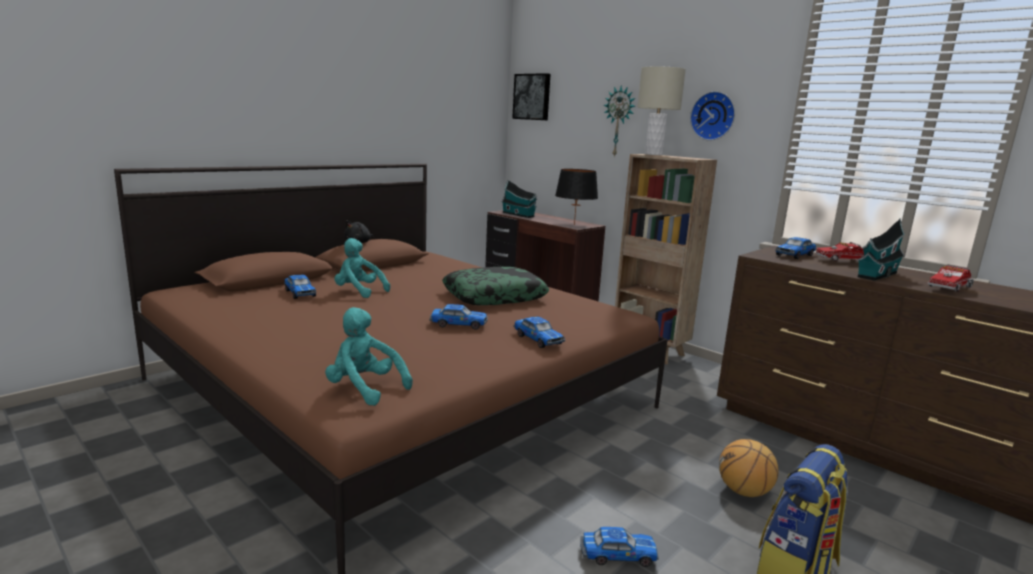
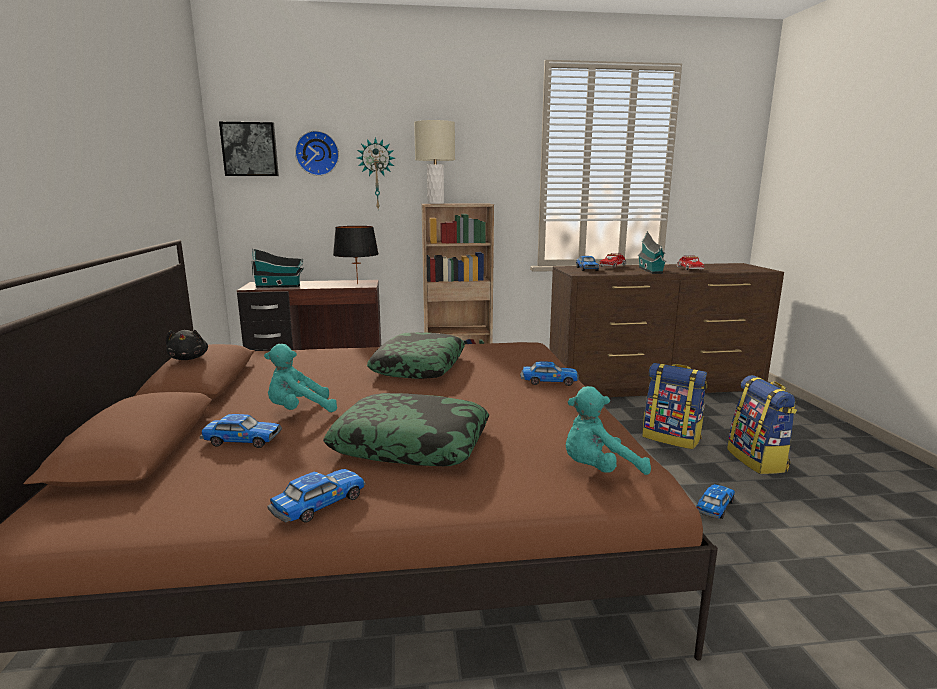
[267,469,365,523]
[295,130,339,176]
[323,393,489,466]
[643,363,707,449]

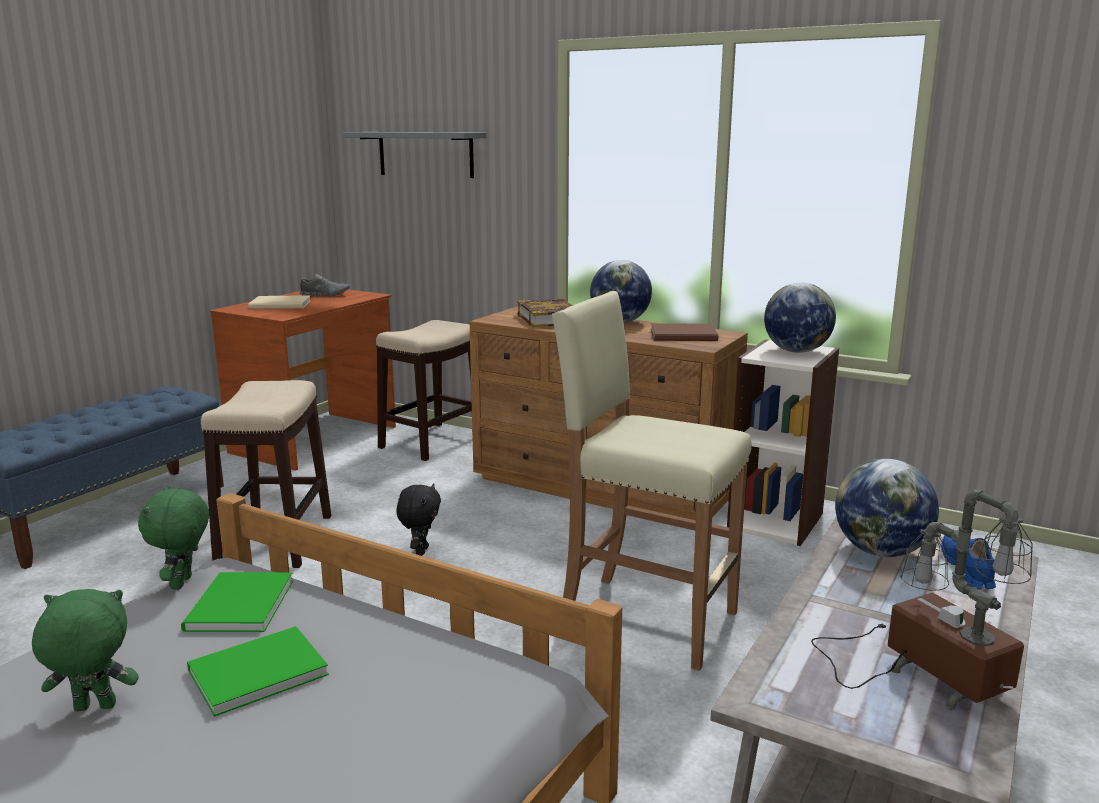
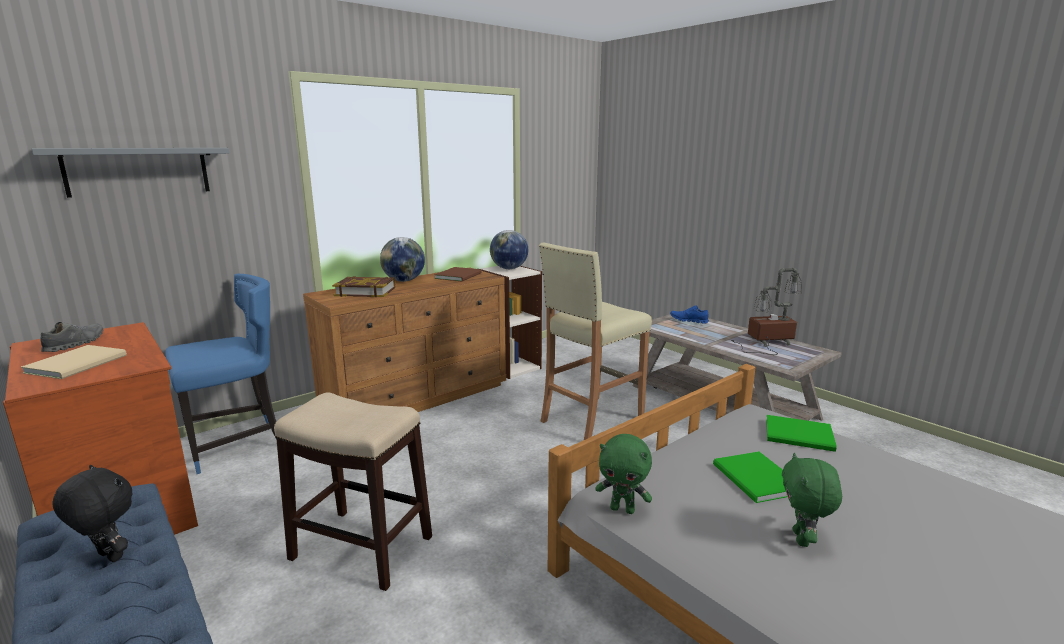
[52,465,132,562]
[165,274,277,474]
[766,415,837,452]
[835,459,939,557] (first image)

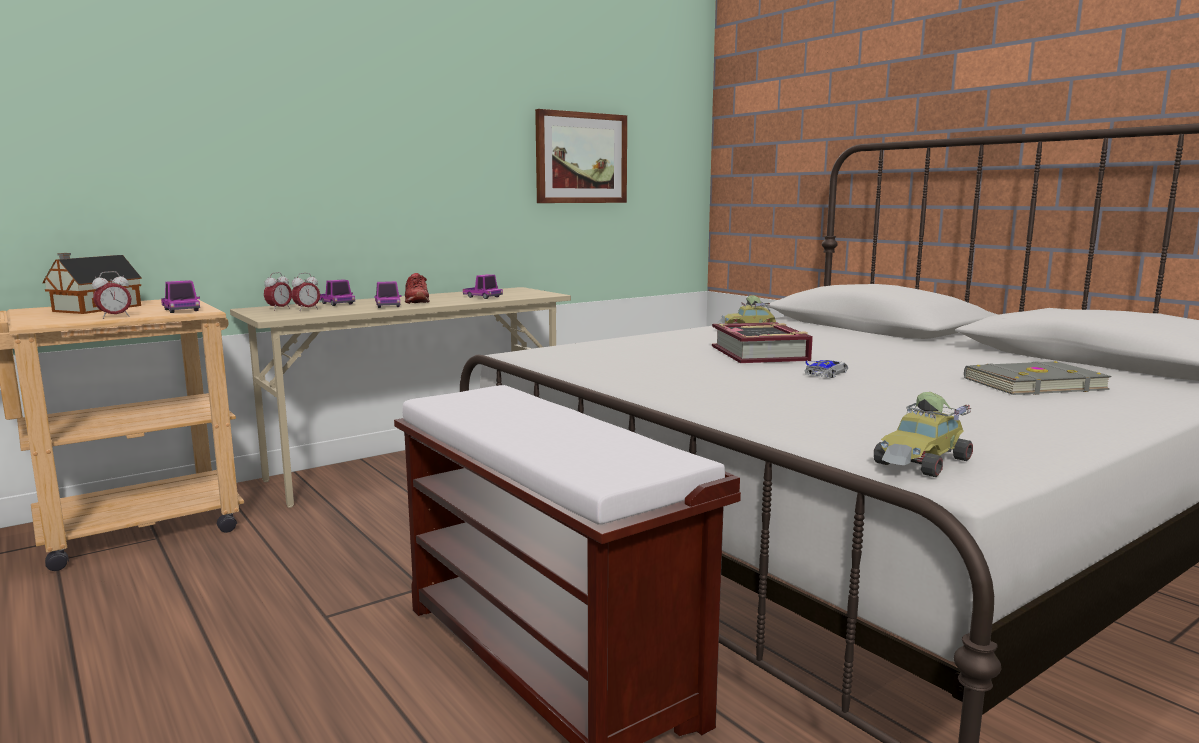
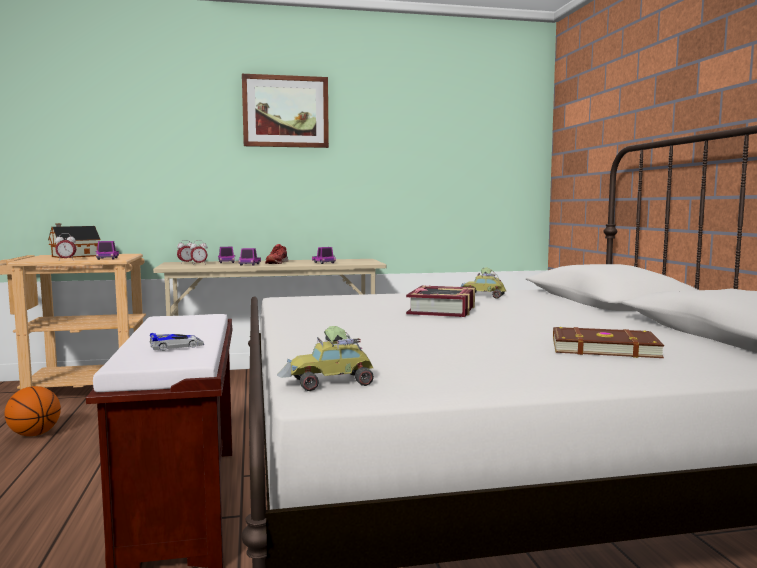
[4,386,61,436]
[150,333,204,351]
[242,74,329,148]
[553,327,664,358]

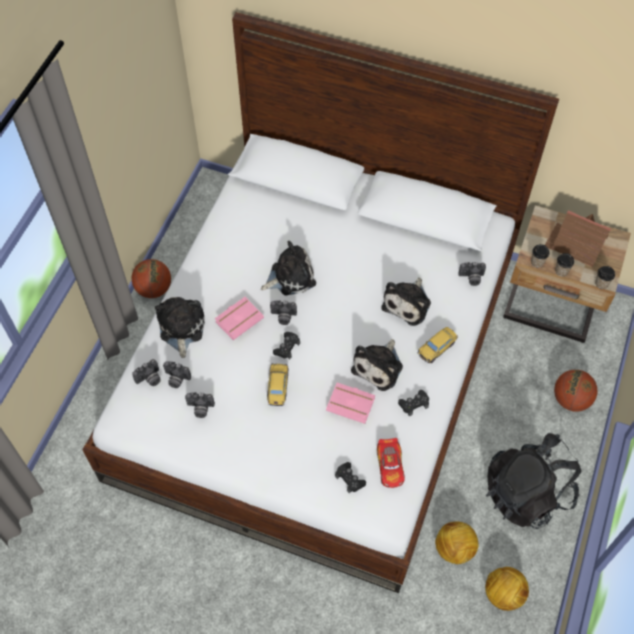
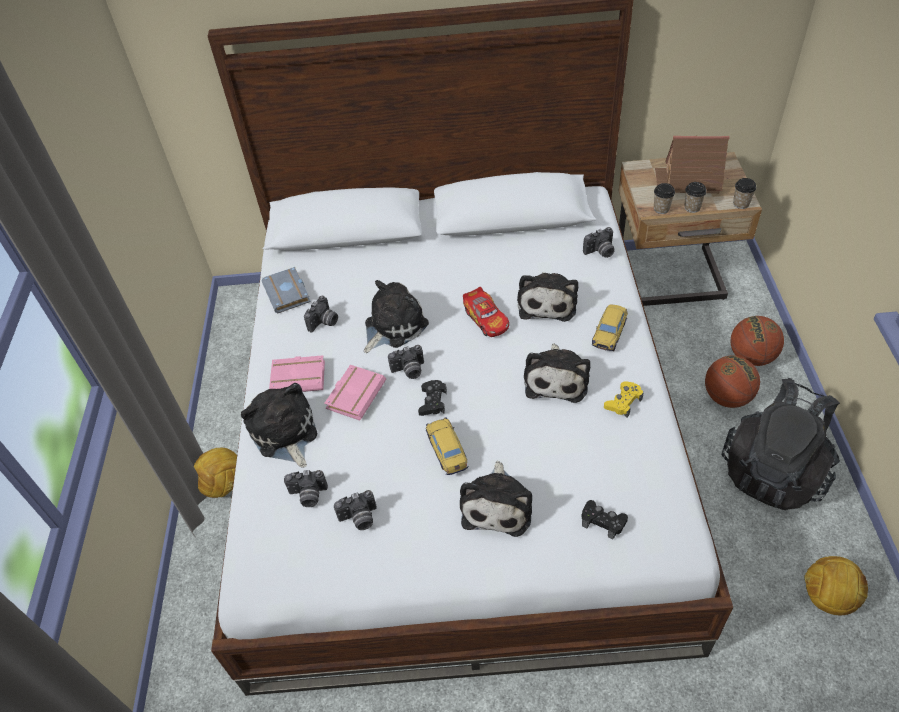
[194,448,237,498]
[261,267,311,313]
[269,355,325,392]
[304,296,338,332]
[460,461,532,537]
[463,287,509,337]
[604,381,643,418]
[705,356,760,408]

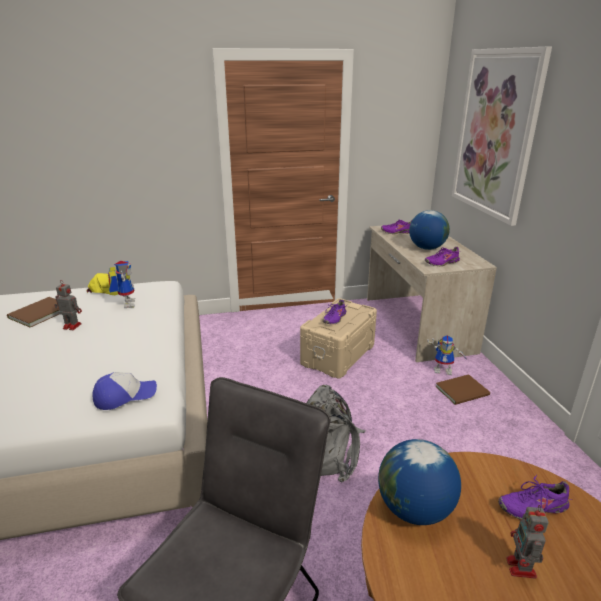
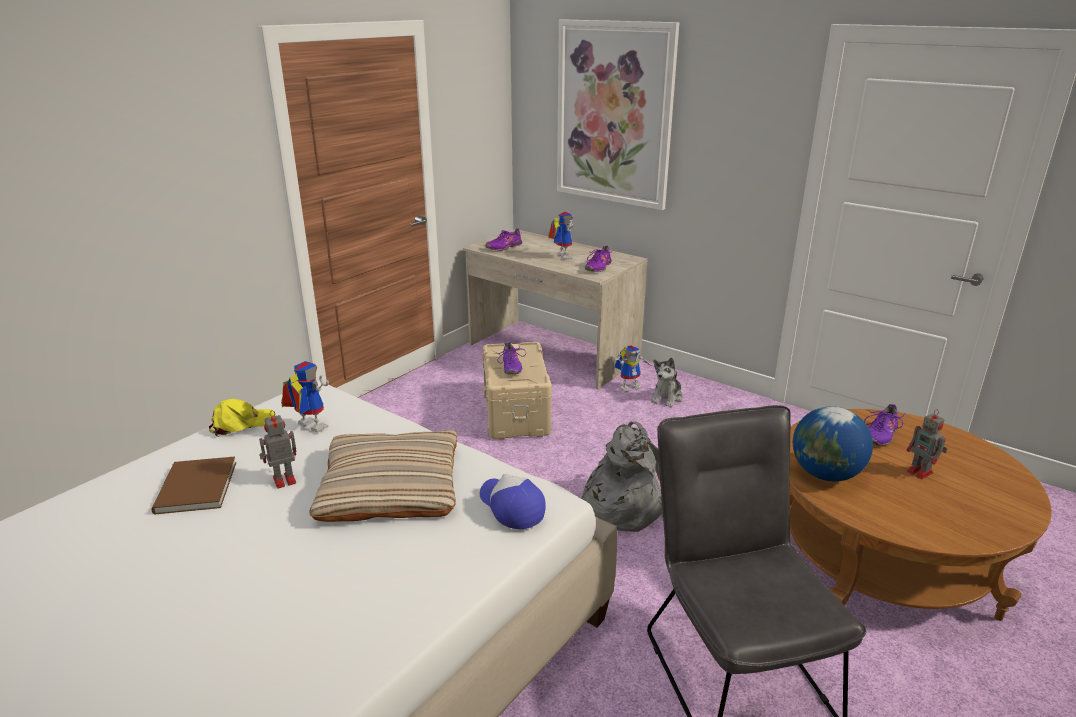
[309,430,457,522]
[480,474,546,529]
[548,212,573,260]
[651,357,683,407]

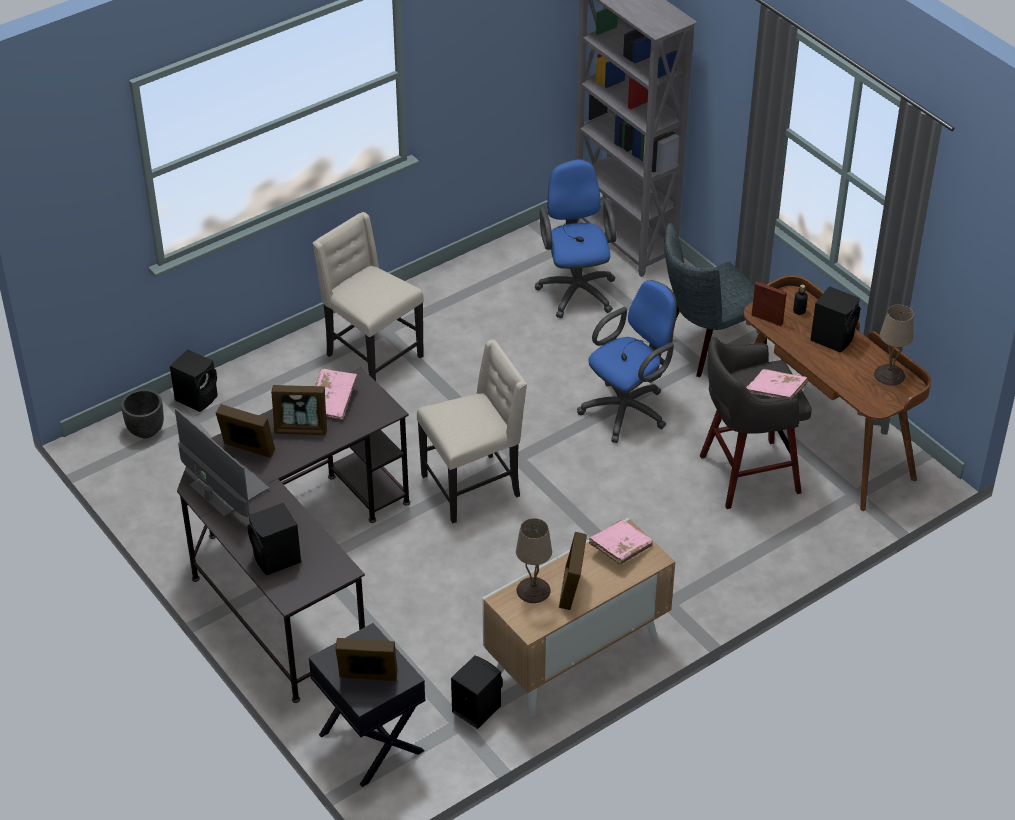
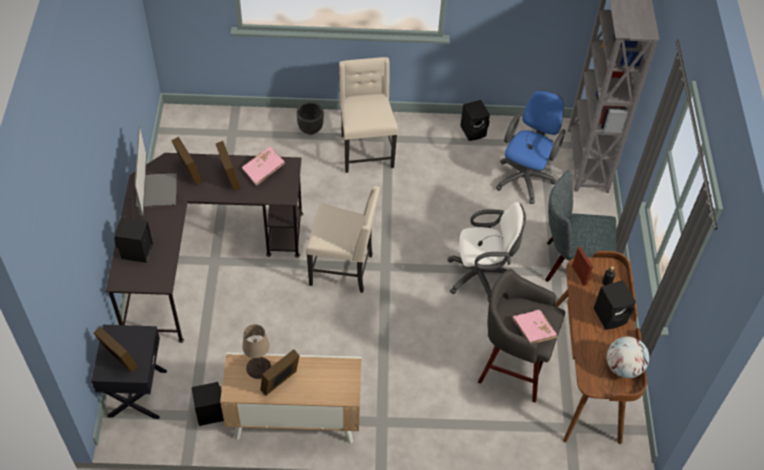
[216,141,241,191]
[297,102,324,135]
[447,202,526,302]
[460,100,490,141]
[607,336,649,378]
[589,520,653,565] (first image)

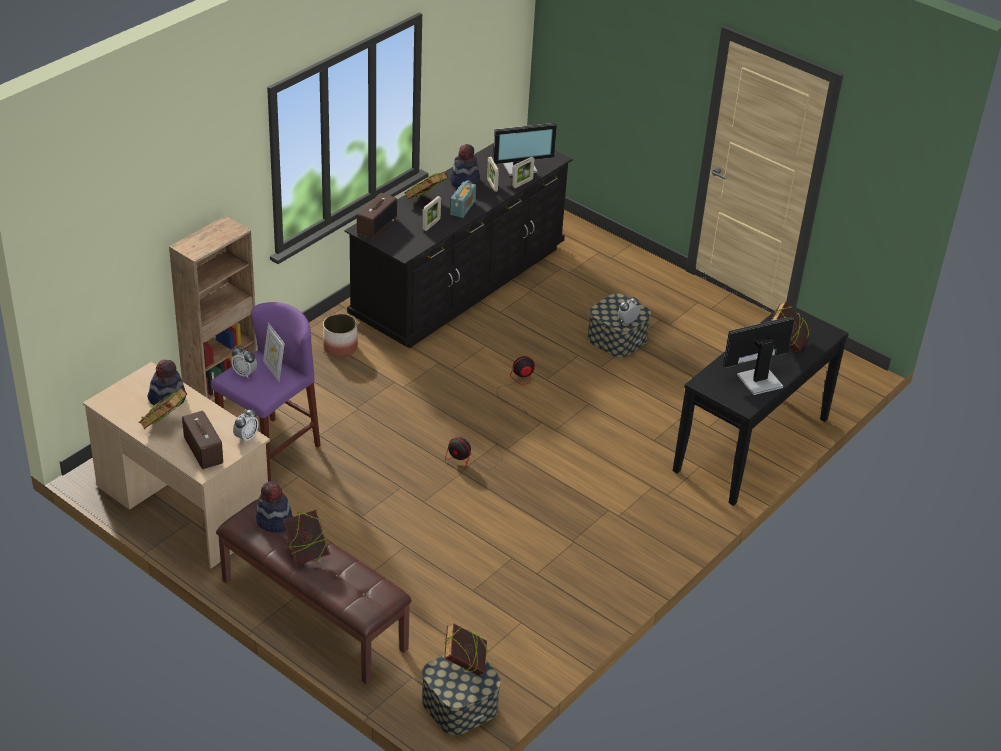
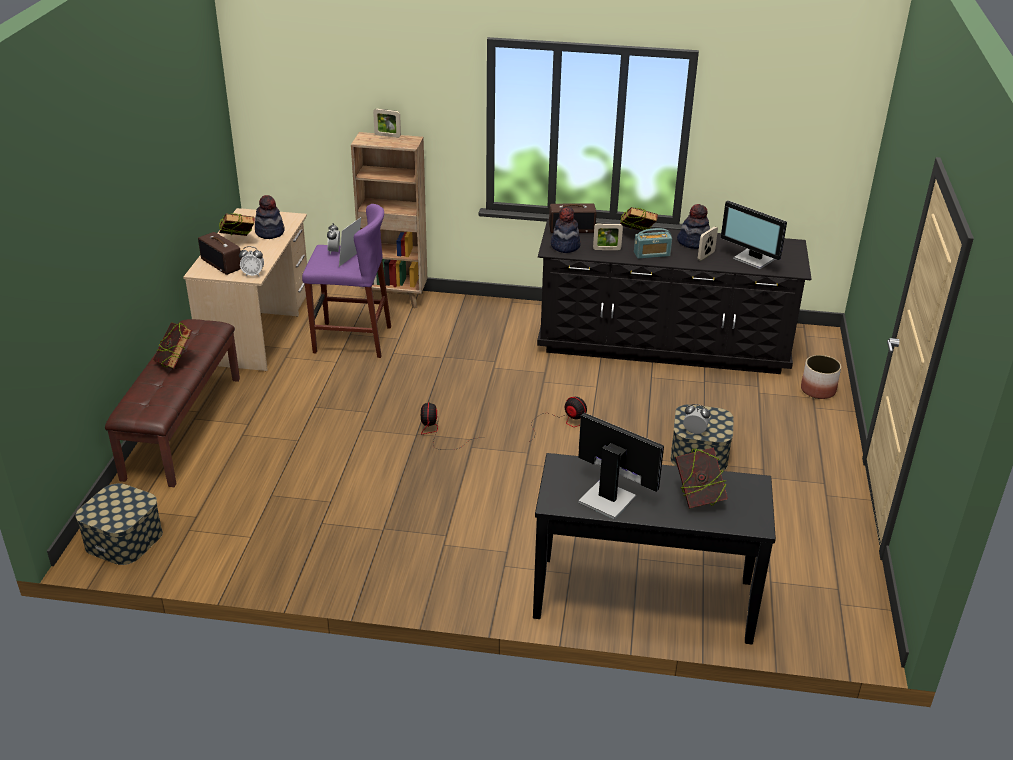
[198,232,242,275]
[373,109,401,138]
[551,207,581,253]
[801,355,841,399]
[444,623,487,675] (first image)

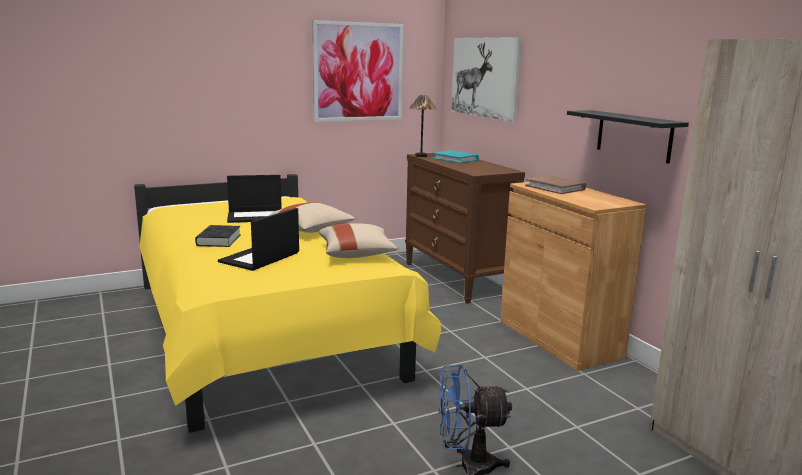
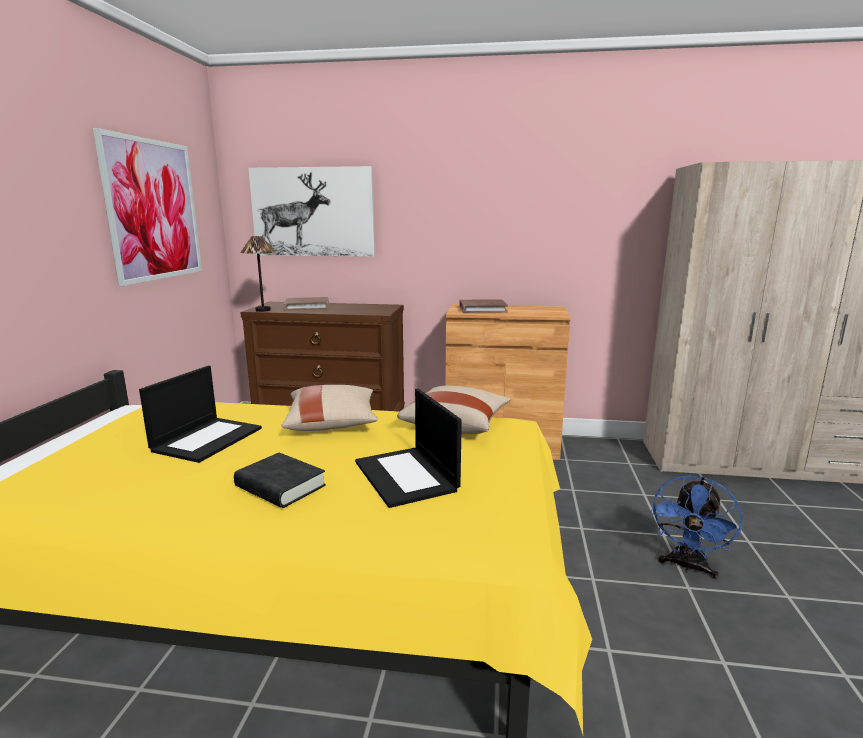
[284,297,329,310]
[567,110,689,164] (first image)

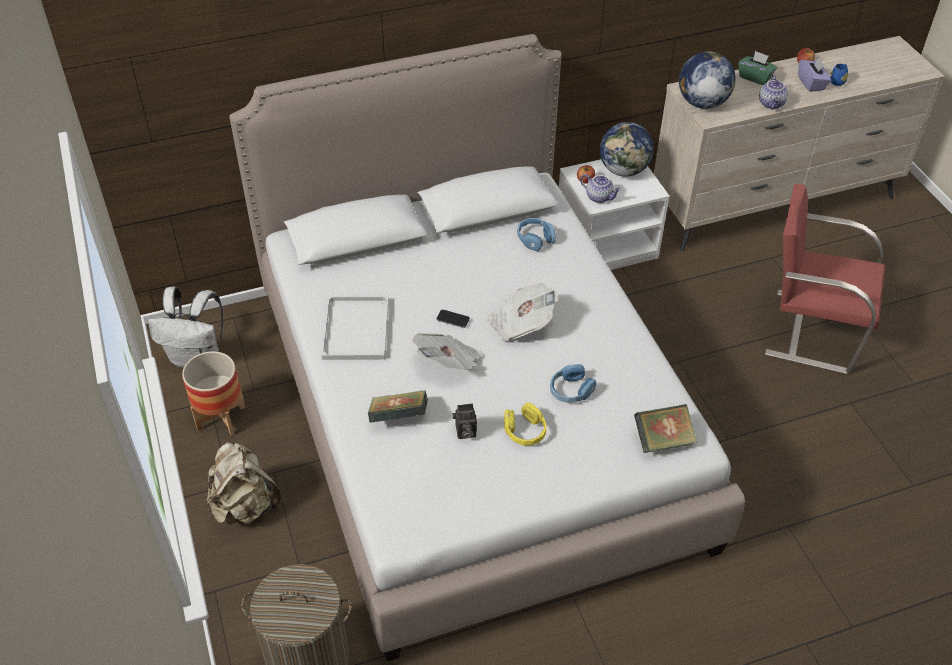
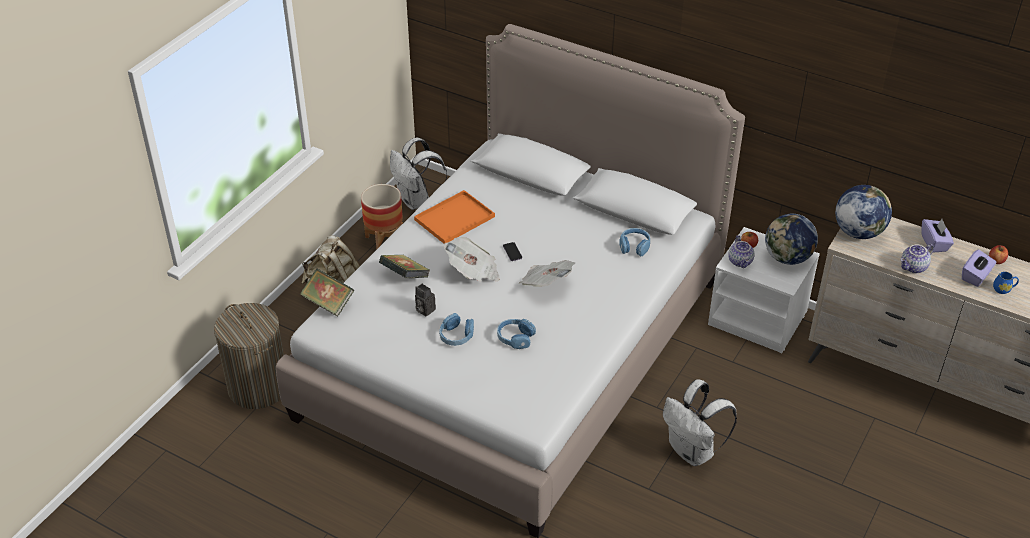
[300,269,354,317]
[414,190,495,244]
[439,313,474,346]
[663,379,737,466]
[921,219,954,253]
[765,184,886,374] (first image)

